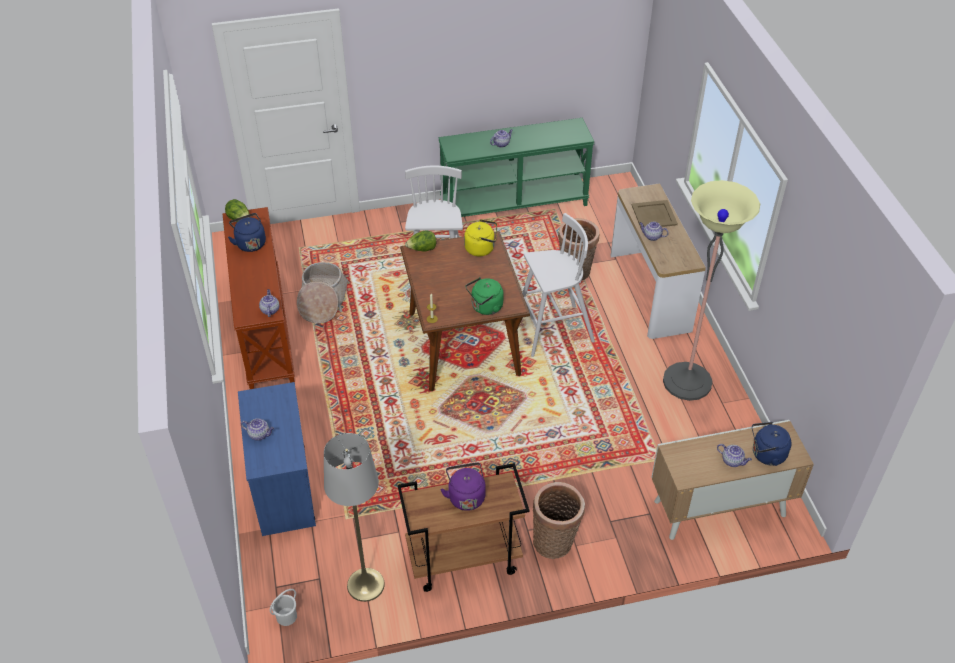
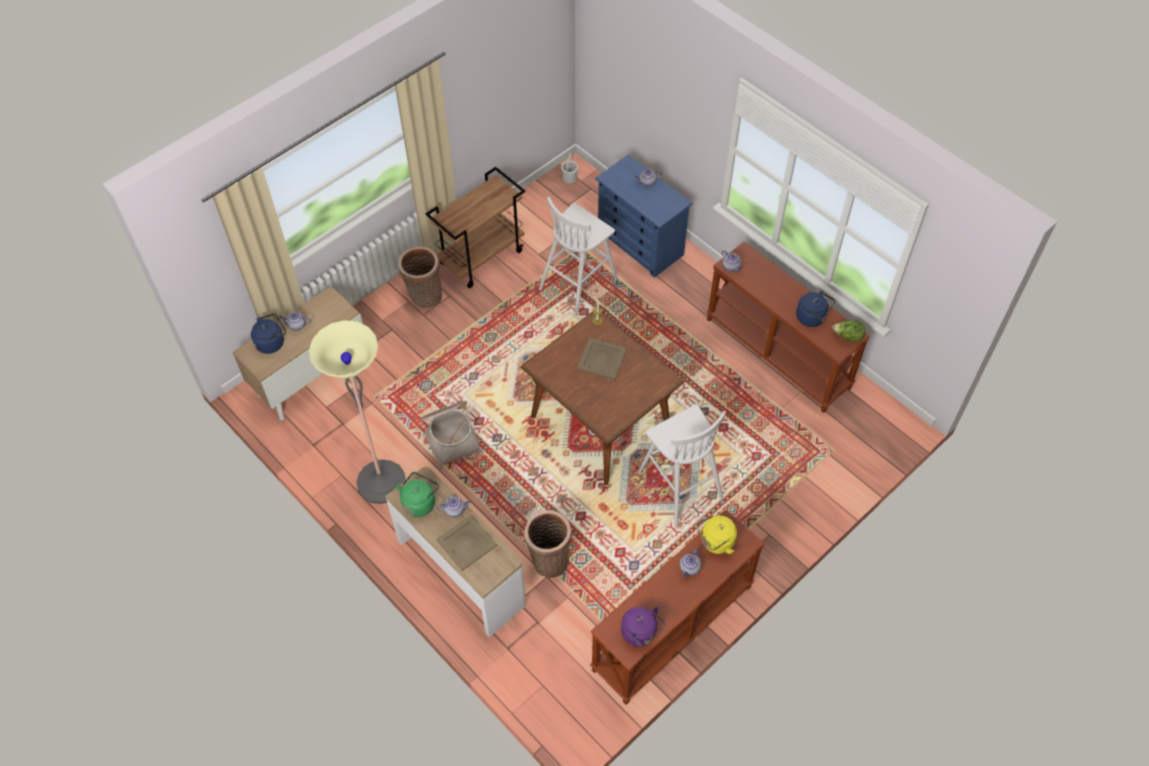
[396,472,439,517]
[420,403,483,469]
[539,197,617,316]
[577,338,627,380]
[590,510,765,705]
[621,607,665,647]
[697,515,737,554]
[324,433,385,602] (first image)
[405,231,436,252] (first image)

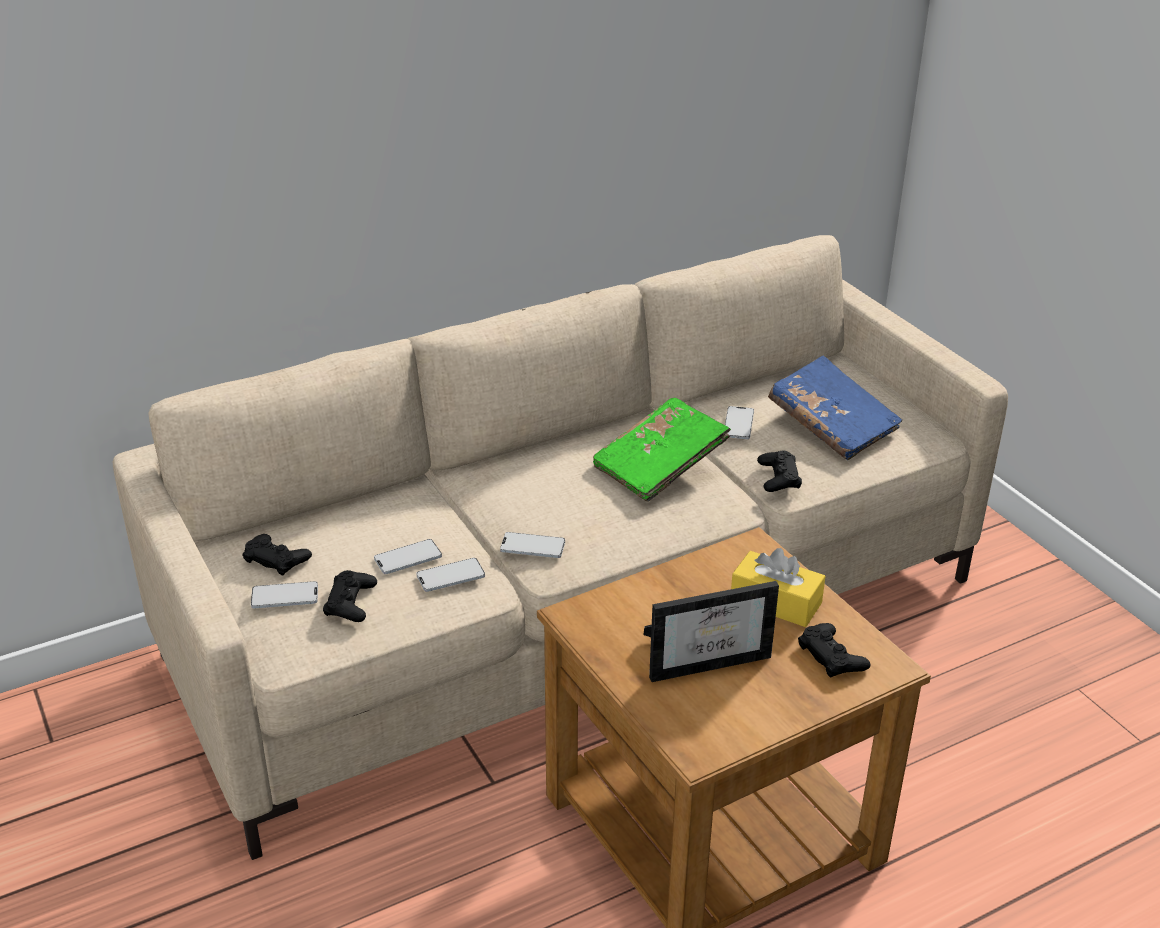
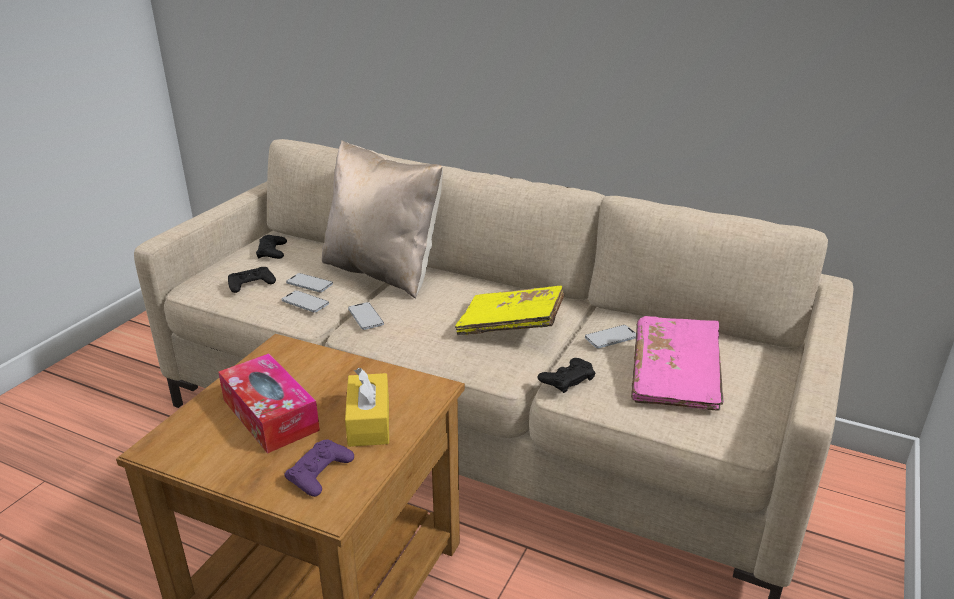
[218,353,320,454]
[284,439,354,497]
[322,140,443,298]
[455,286,565,335]
[631,316,724,410]
[251,581,318,608] (first image)

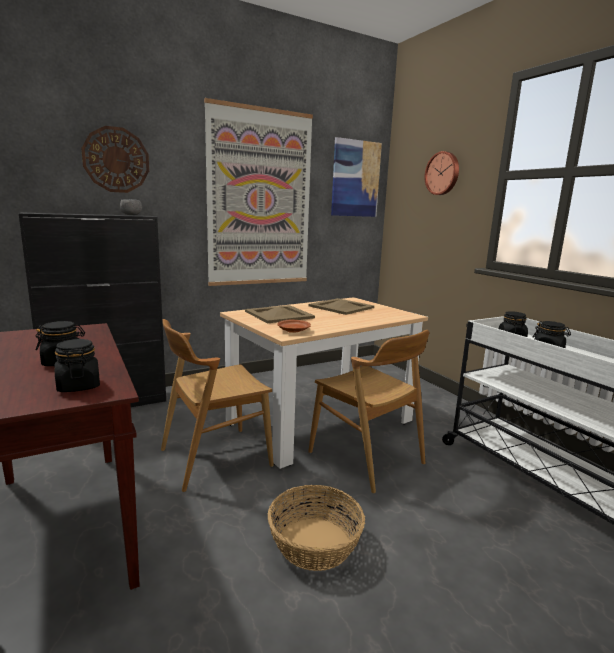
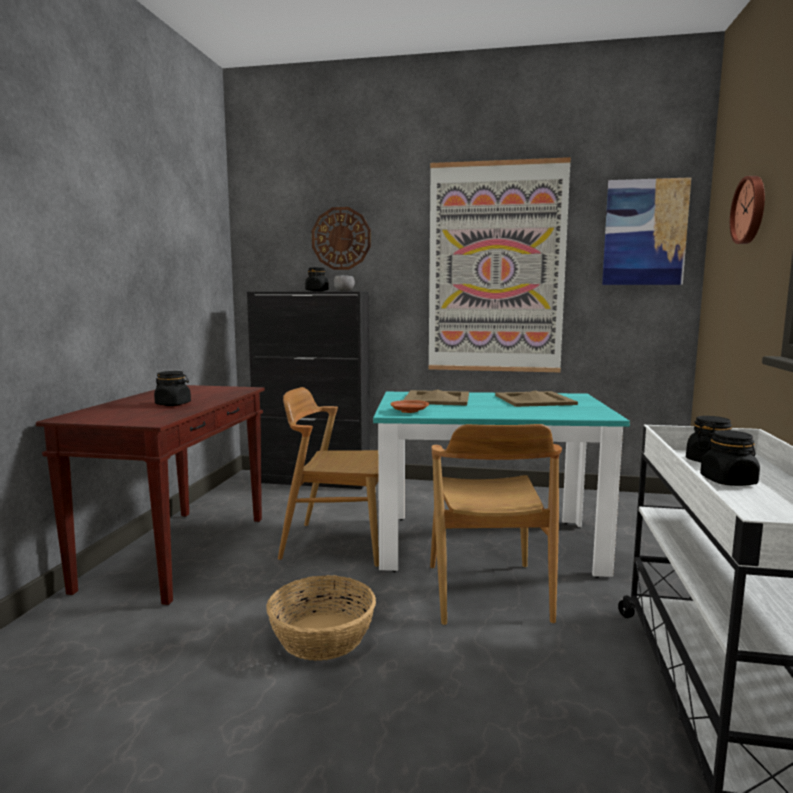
[305,267,329,291]
[373,392,630,578]

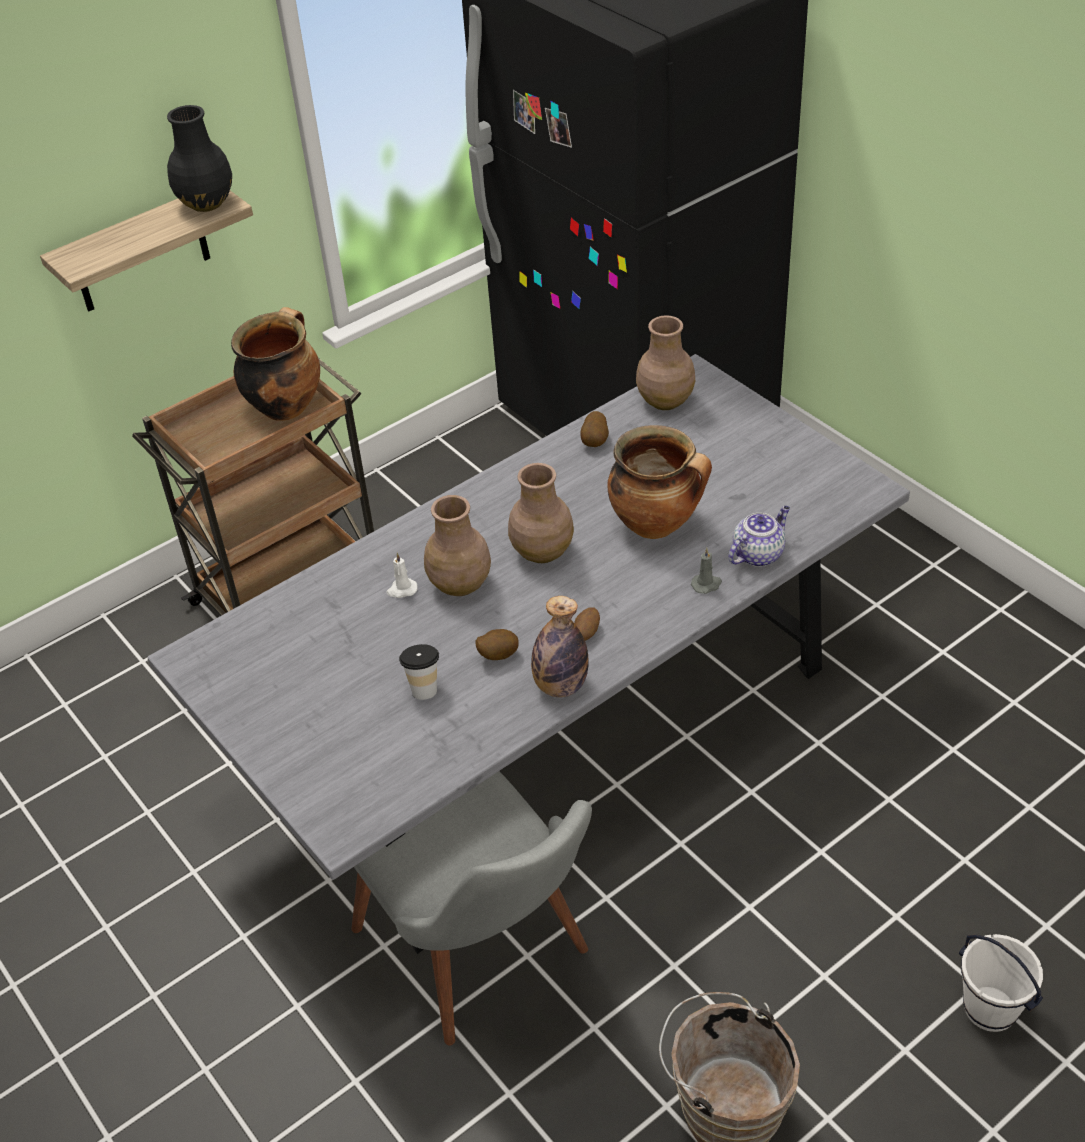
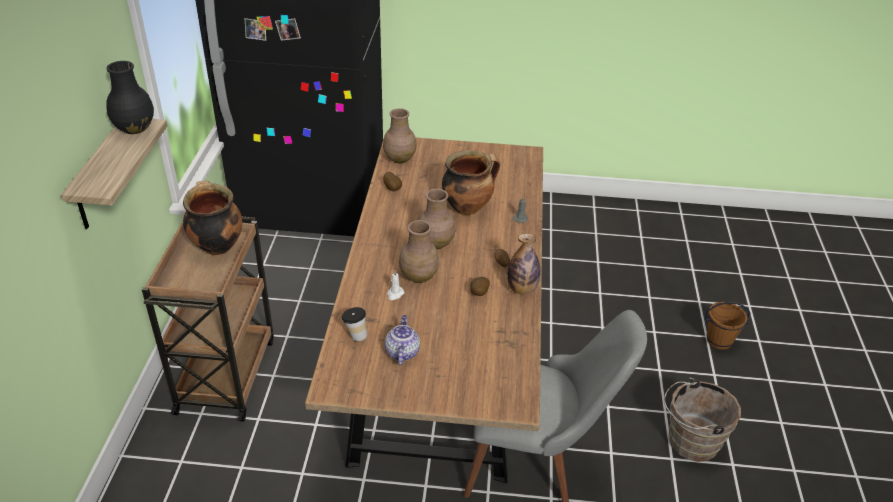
[305,137,543,483]
[342,307,367,341]
[385,315,420,365]
[705,302,750,350]

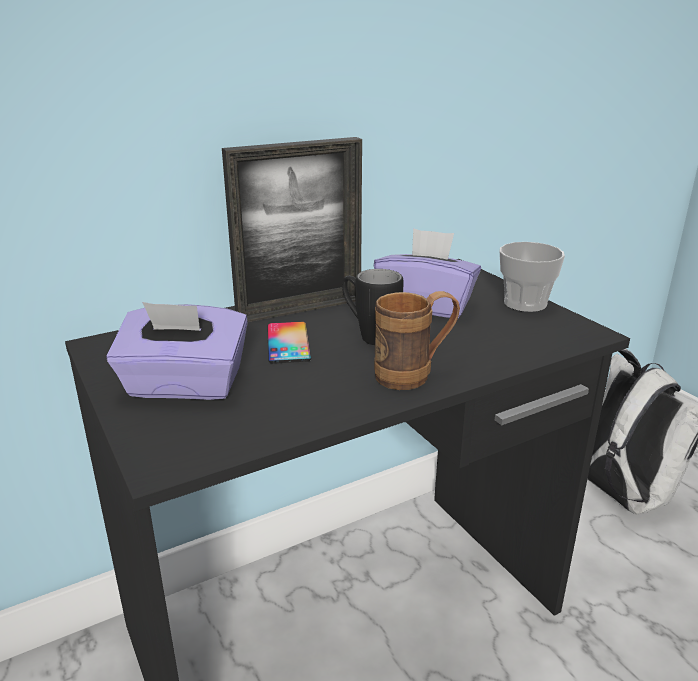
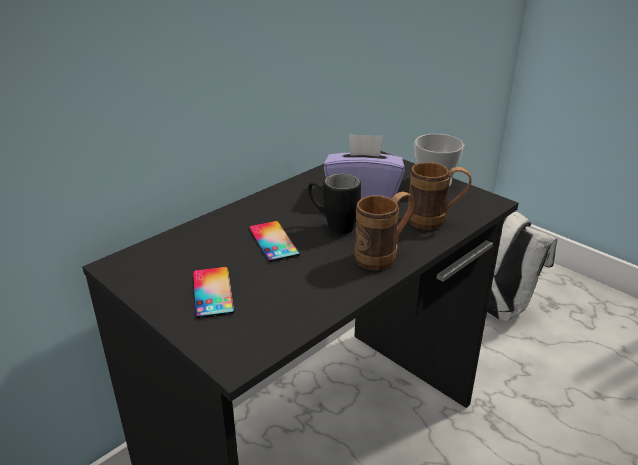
[193,267,235,319]
[408,162,471,230]
[222,137,362,322] (first image)

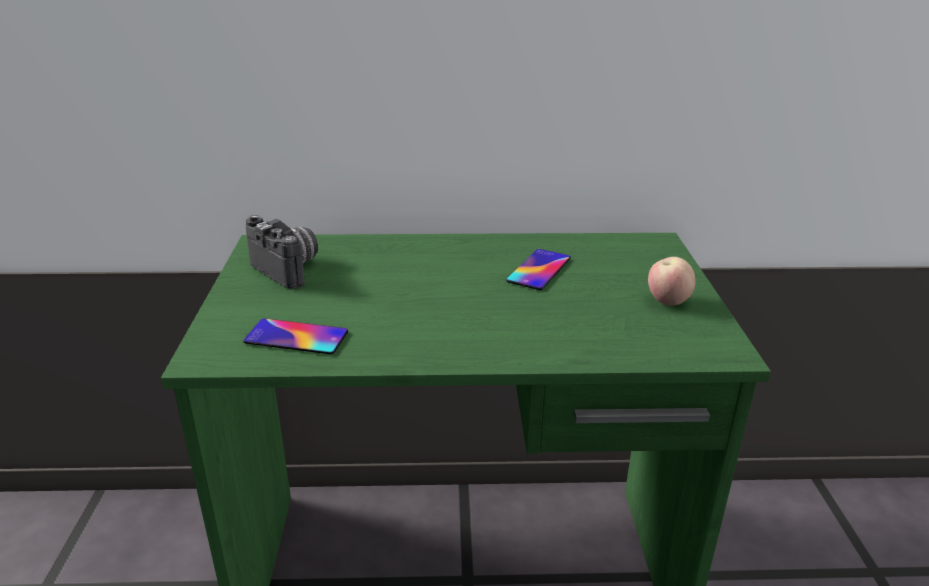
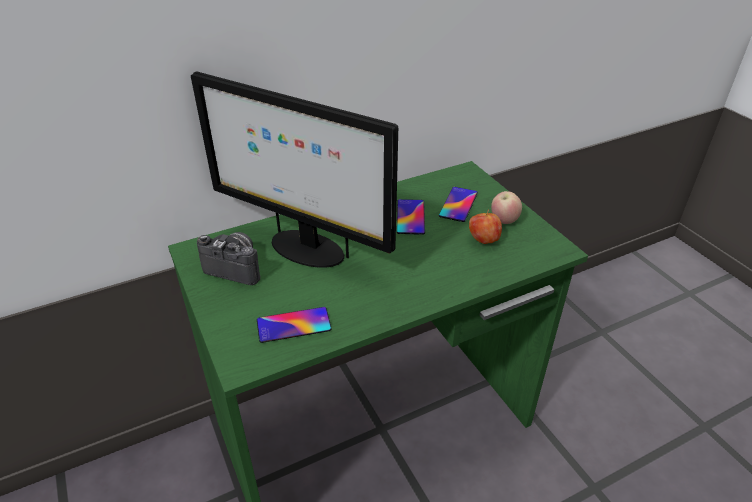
[191,71,398,268]
[439,187,478,222]
[469,210,502,244]

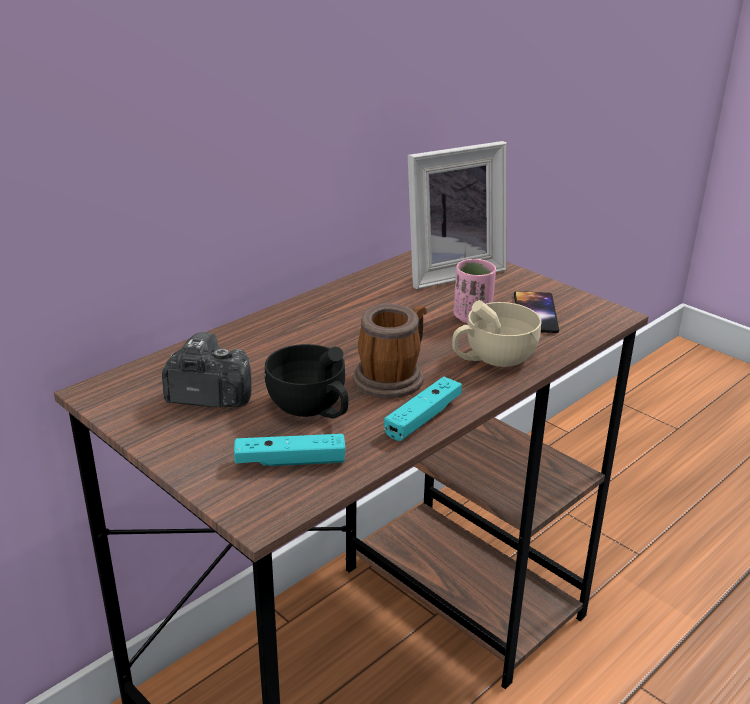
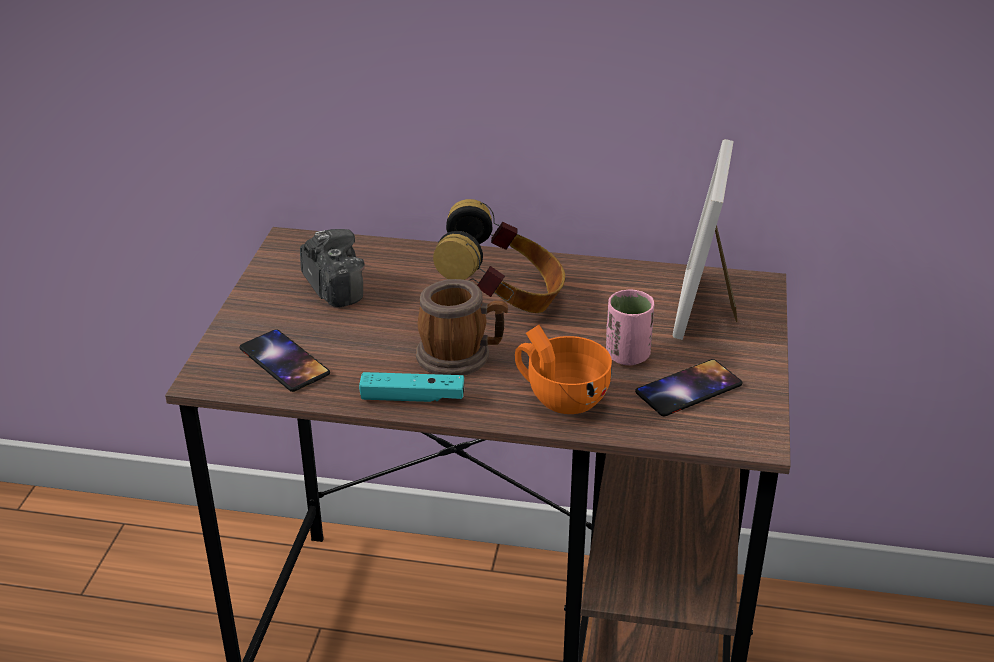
[239,329,330,392]
[433,199,565,313]
[515,325,612,414]
[672,139,737,340]
[265,344,348,419] (first image)

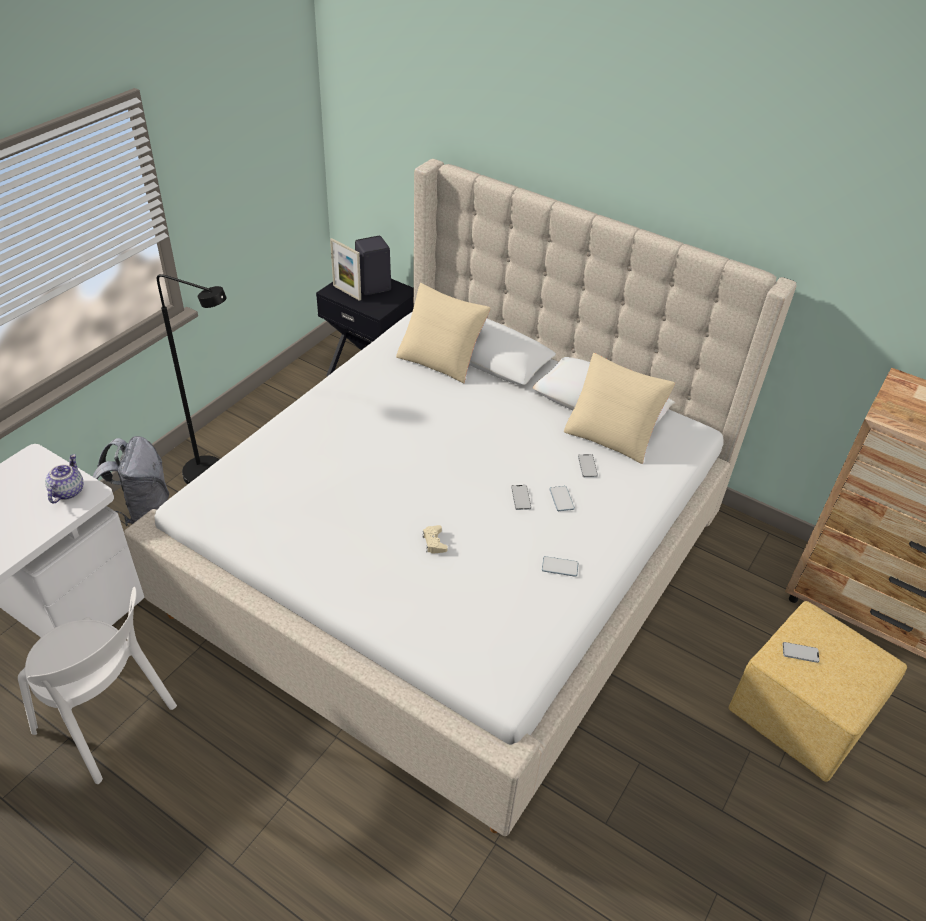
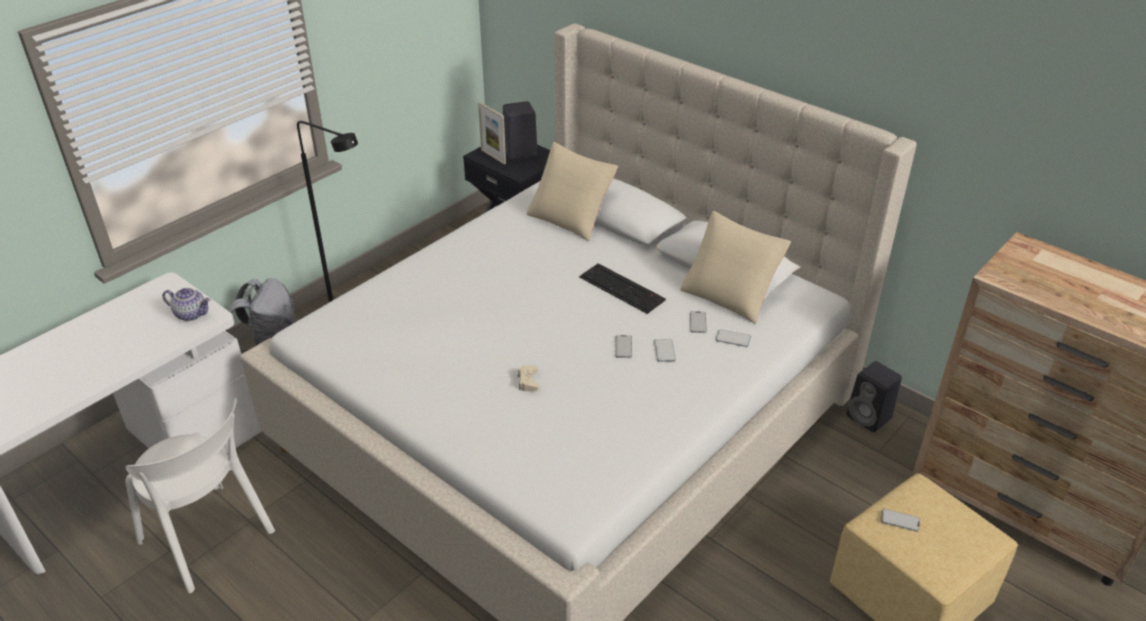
[162,288,210,321]
[579,264,666,314]
[716,329,751,347]
[846,361,902,432]

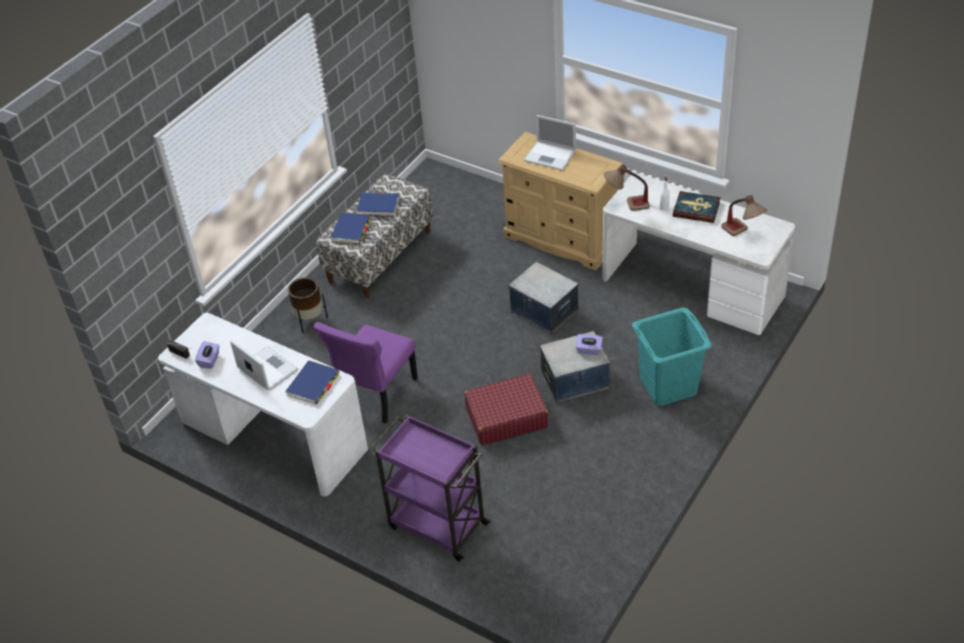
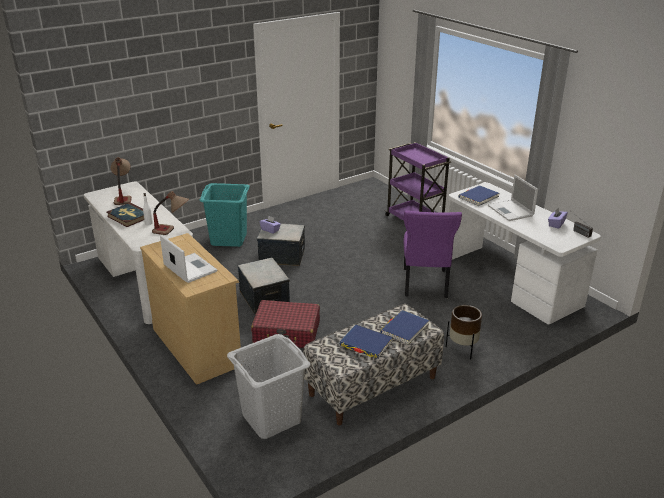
[227,334,310,439]
[251,300,320,348]
[404,211,462,298]

